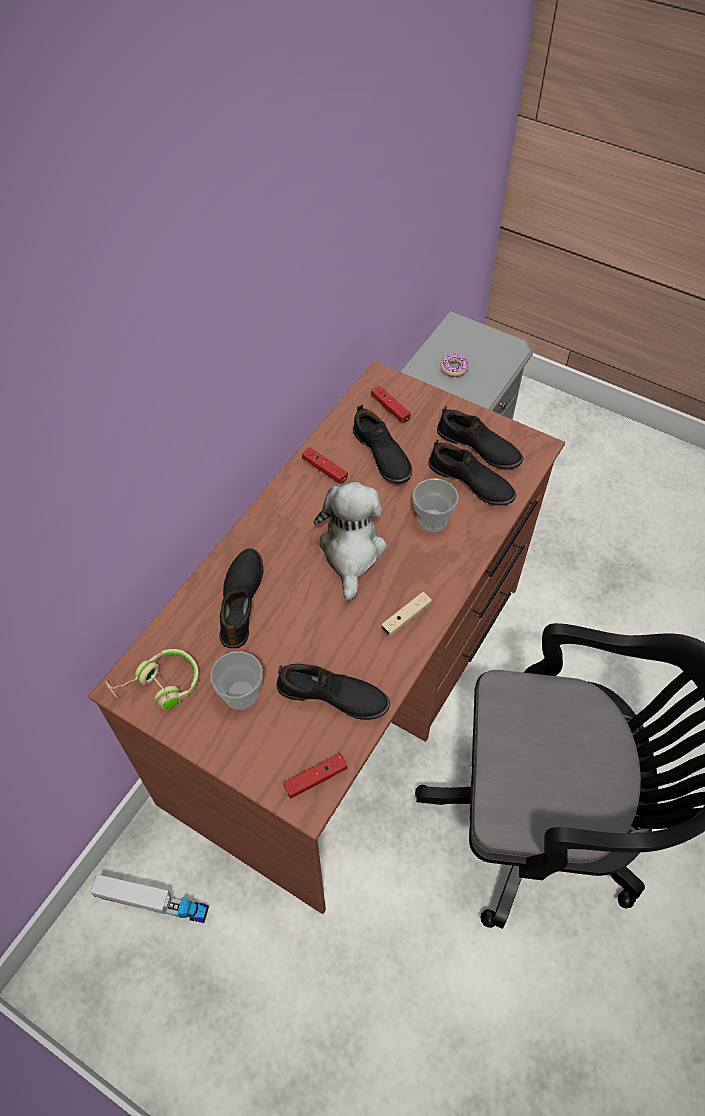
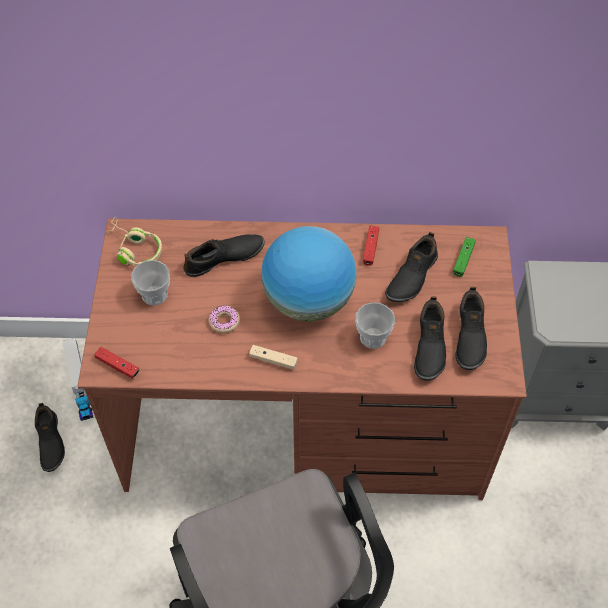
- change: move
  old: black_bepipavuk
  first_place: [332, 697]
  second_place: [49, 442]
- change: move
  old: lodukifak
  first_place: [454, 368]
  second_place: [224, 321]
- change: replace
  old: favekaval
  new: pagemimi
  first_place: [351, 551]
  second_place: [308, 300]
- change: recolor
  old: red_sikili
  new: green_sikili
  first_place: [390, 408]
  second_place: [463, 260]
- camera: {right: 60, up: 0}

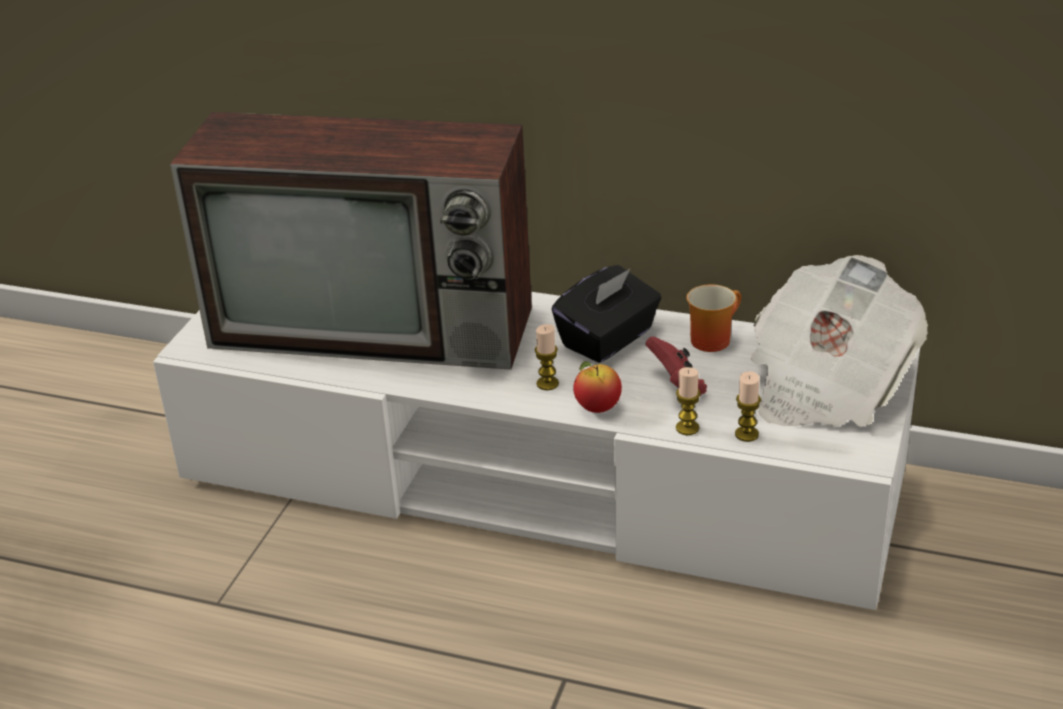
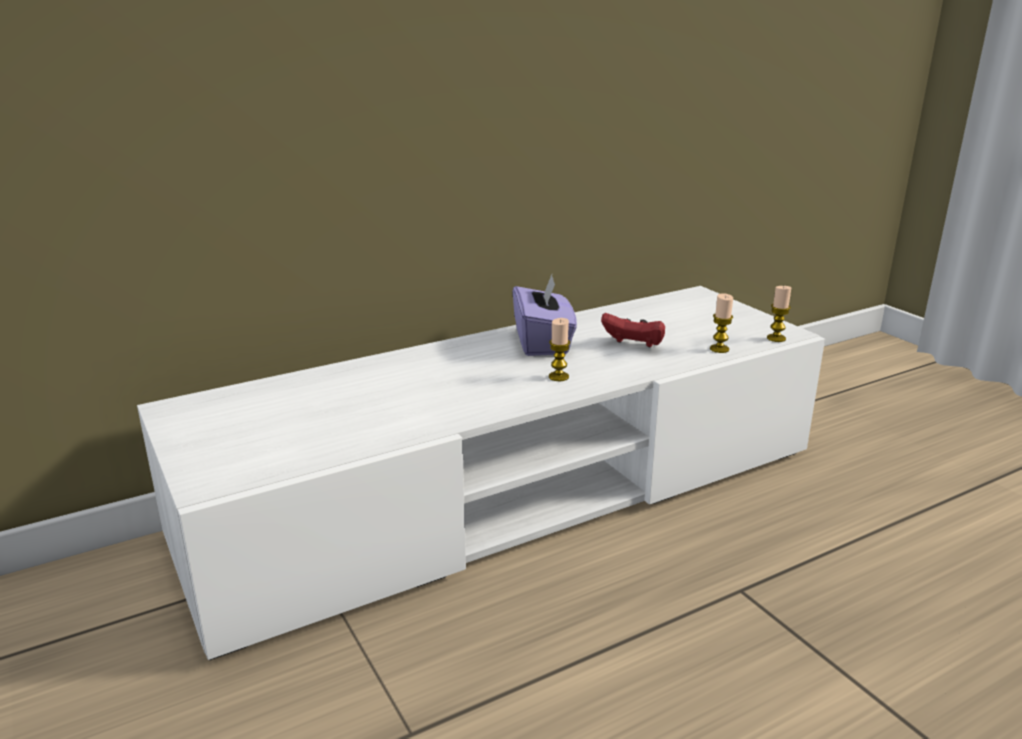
- change: delete
  old: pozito
  first_place: [378, 327]
- change: delete
  old: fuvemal
  first_place: [597, 408]
- change: delete
  old: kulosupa
  first_place: [711, 338]
- change: delete
  old: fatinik
  first_place: [826, 384]
- change: move
  old: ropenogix
  first_place: [687, 428]
  second_place: [776, 338]
- change: recolor
  old: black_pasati
  new: purple_pasati
  first_place: [608, 339]
  second_place: [543, 342]
- camera: {right: -50, up: -10}

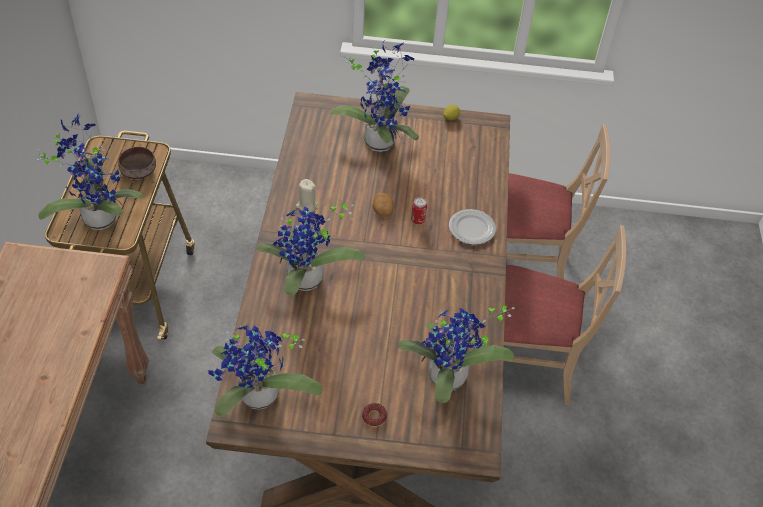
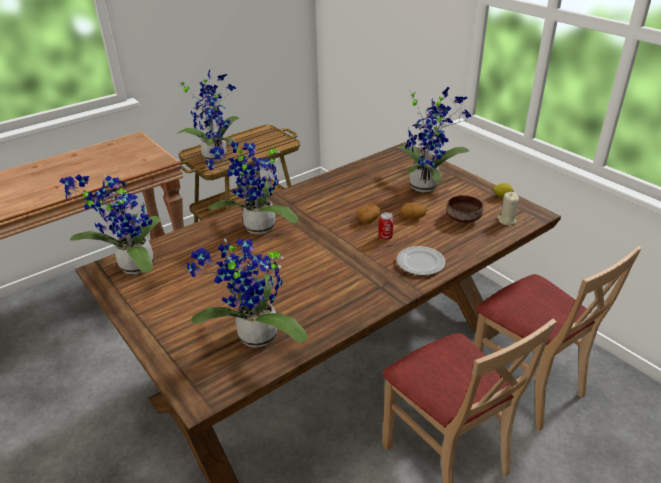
- change: delete
  old: lodukifak
  first_place: [374, 416]
- change: insert
  new: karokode
  second_place: [413, 216]
- change: move
  old: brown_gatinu
  first_place: [138, 170]
  second_place: [463, 217]
- change: move
  old: beige_ropenogix
  first_place: [306, 206]
  second_place: [506, 220]
- camera: {right: 50, up: -15}

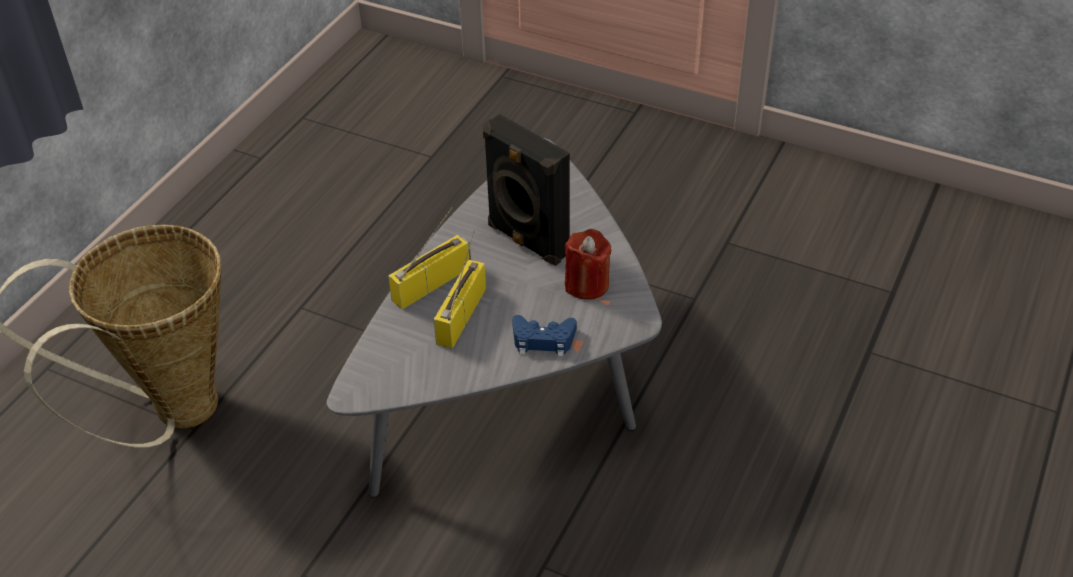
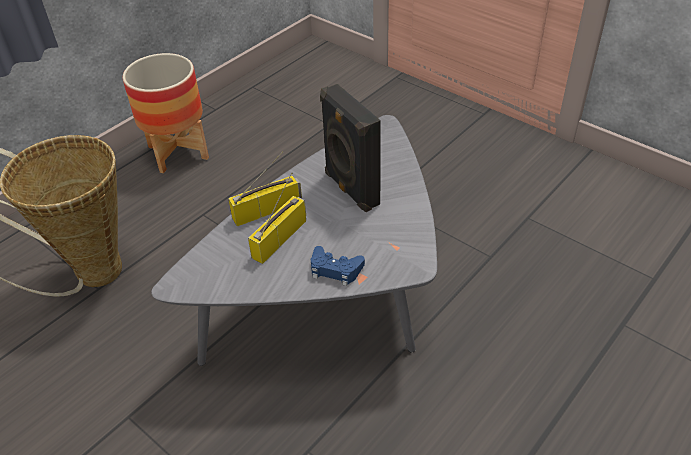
- change: delete
  old: red_ropenogix
  first_place: [586, 284]
- change: insert
  new: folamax
  second_place: [178, 152]
- camera: {right: 15, up: 0}

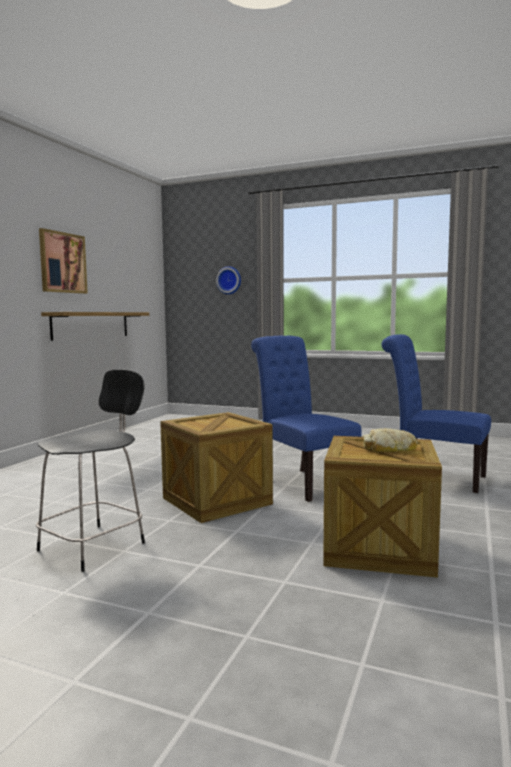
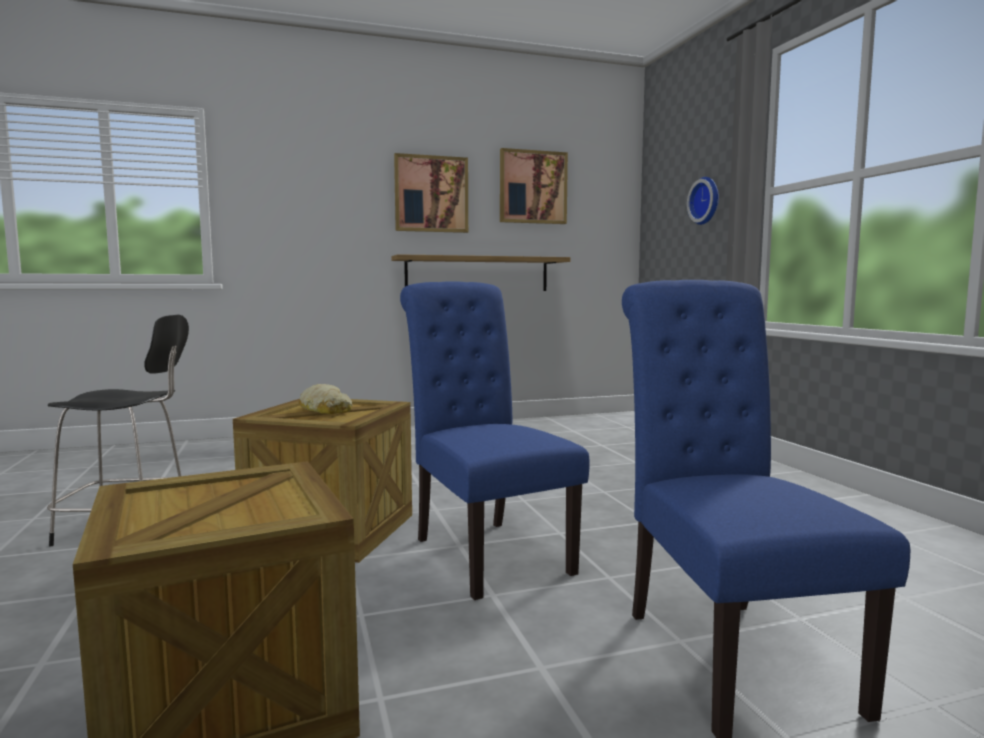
- change: insert
  new: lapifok
  second_place: [533, 187]
- change: move
  old: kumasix
  first_place: [389, 448]
  second_place: [326, 409]
- change: rotate
  old: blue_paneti
  first_place: [302, 482]
  second_place: [485, 551]
  degrees: -45
- camera: {right: 50, up: 0}

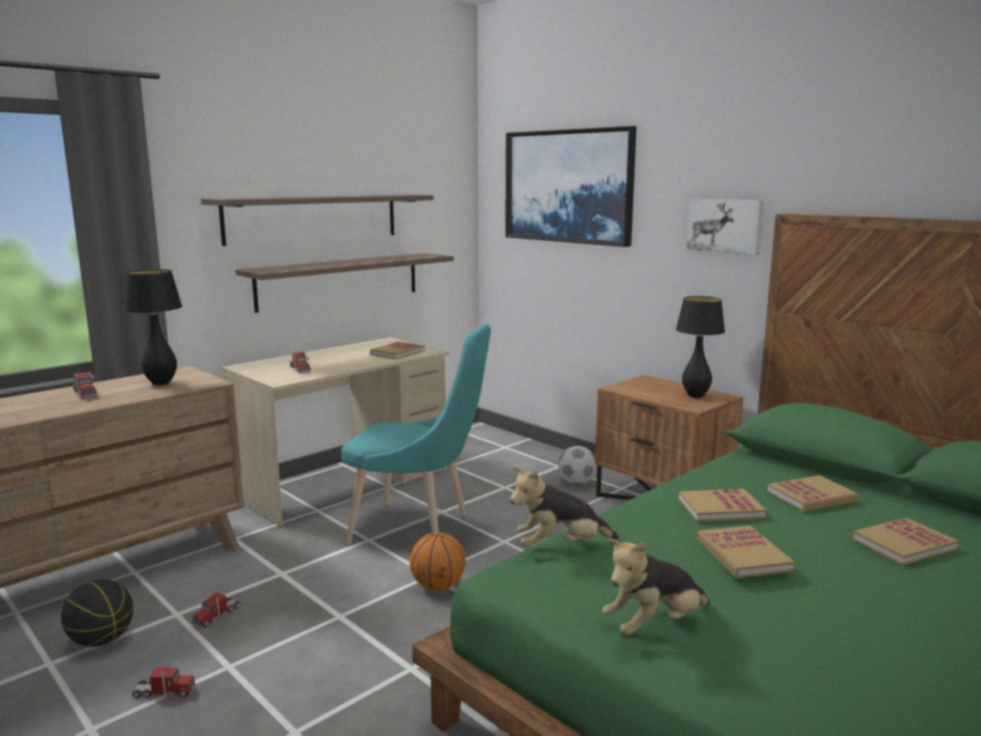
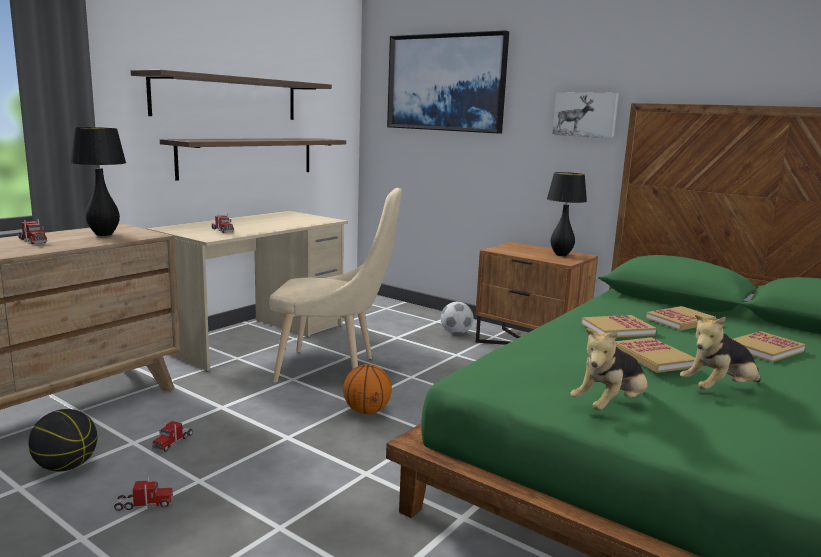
- change: delete
  old: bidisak
  first_place: [397, 353]
- change: move
  old: favekaval
  first_place: [560, 547]
  second_place: [719, 390]
- change: recolor
  old: turquoise_paneti
  new: beige_paneti
  first_place: [418, 529]
  second_place: [333, 370]
- camera: {right: -10, up: 0}

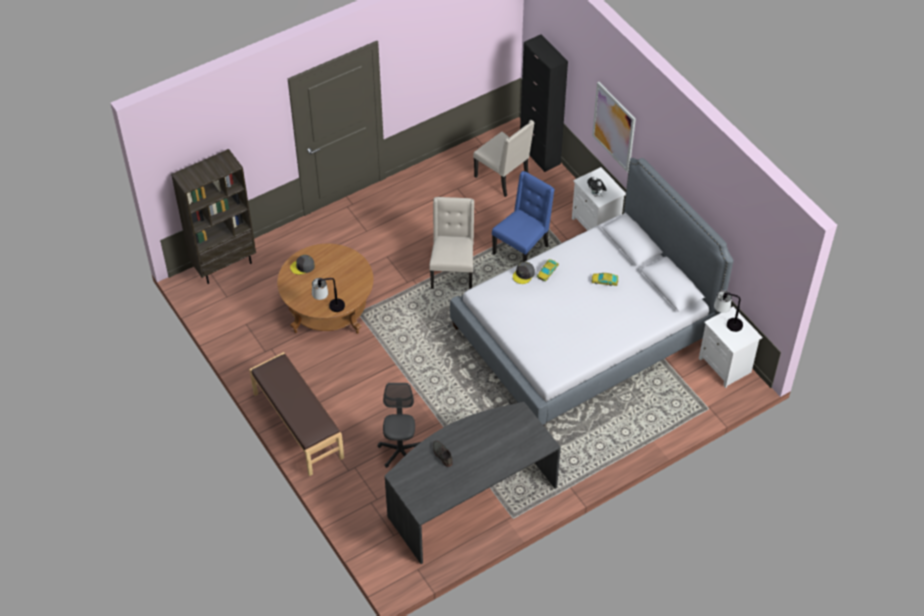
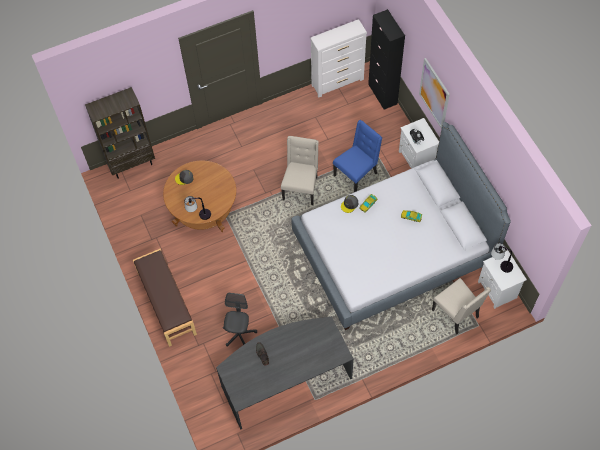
- change: insert
  new: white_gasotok
  second_place: [338, 82]
- change: move
  old: beige_paneti
  first_place: [503, 178]
  second_place: [456, 314]
- camera: {right: 10, up: 10}

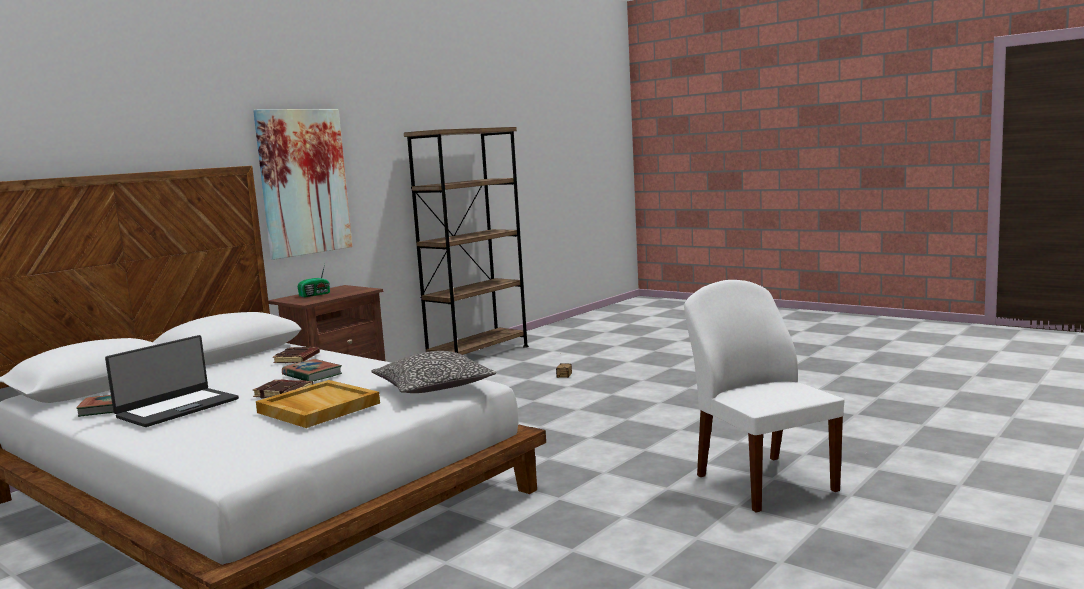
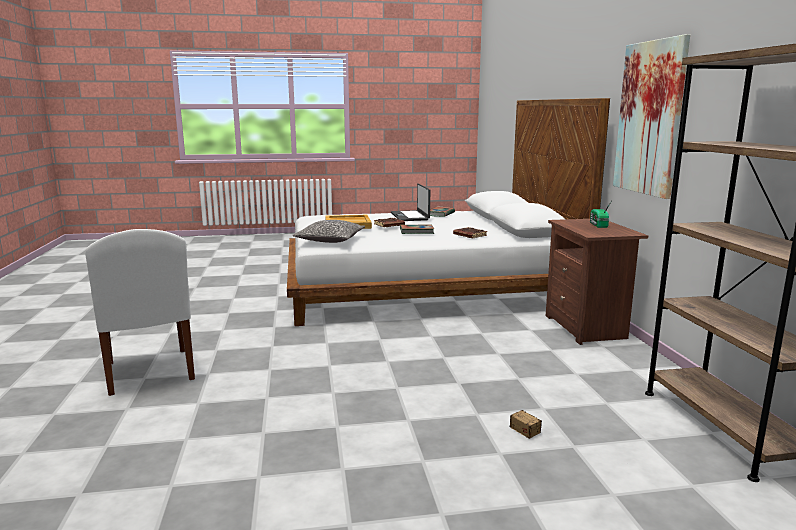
- change: rotate
  old: white_paneti
  first_place: [763, 482]
  second_place: [149, 373]
  degrees: 45
- camera: {right: 130, up: 5}

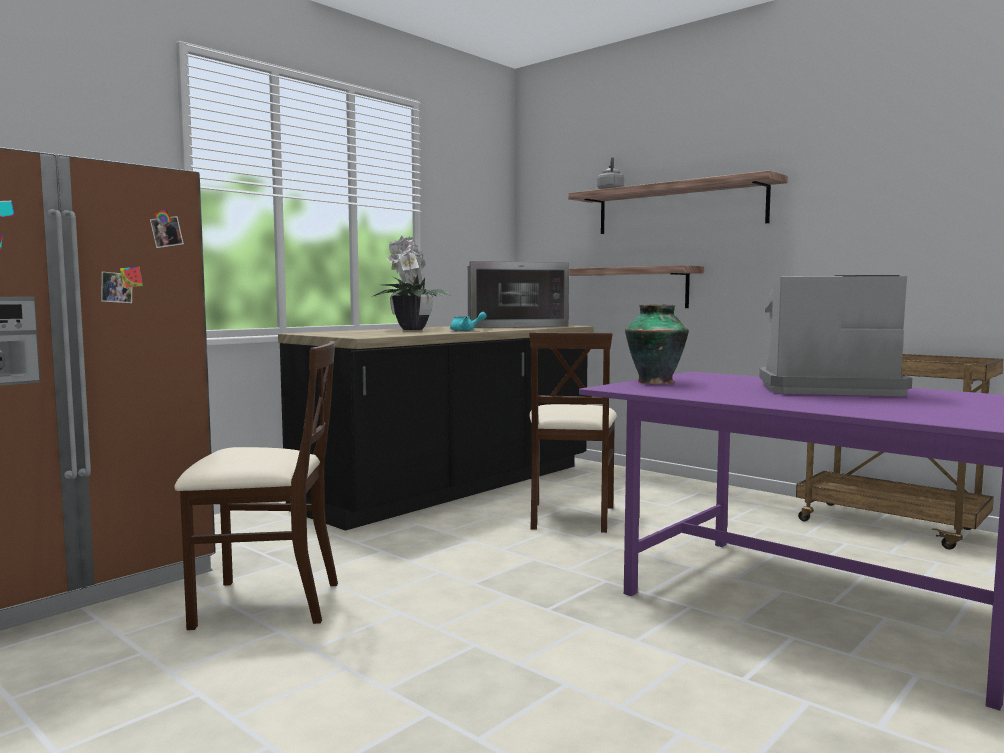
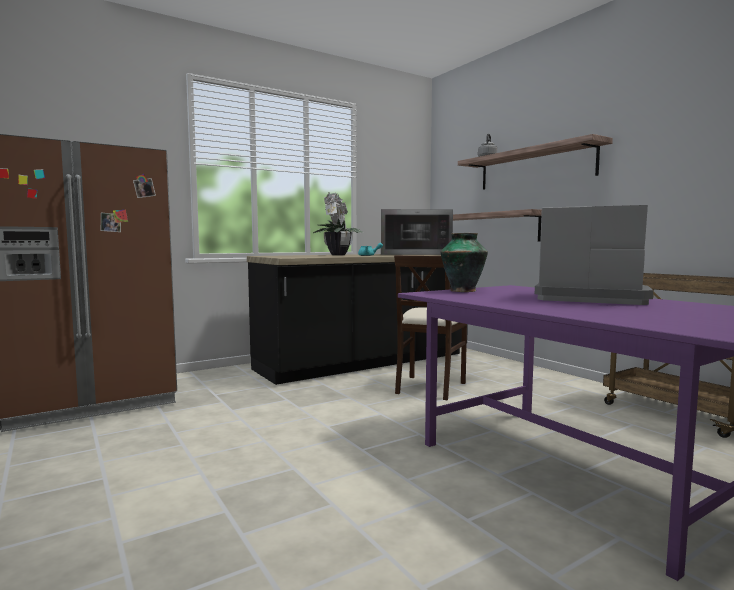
- change: delete
  old: beige_paneti
  first_place: [265, 603]
- camera: {right: 15, up: 0}

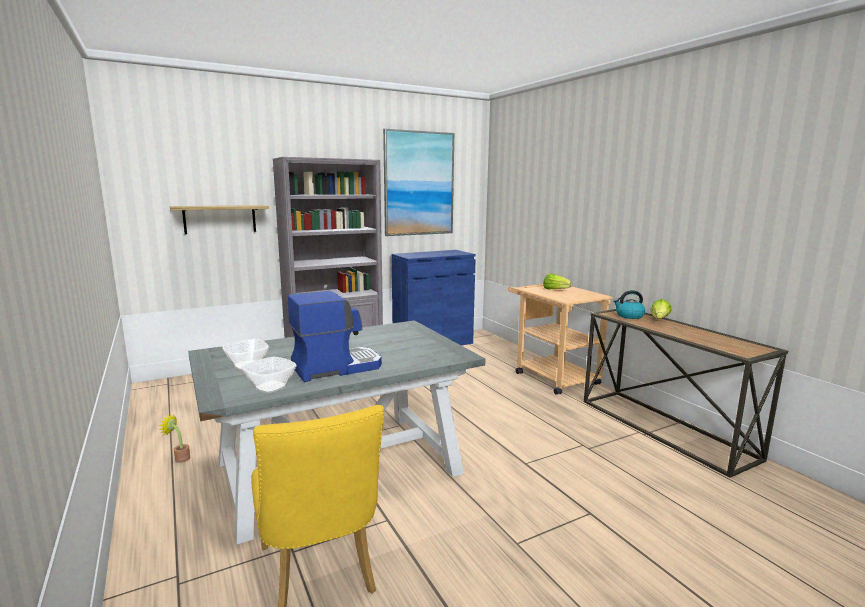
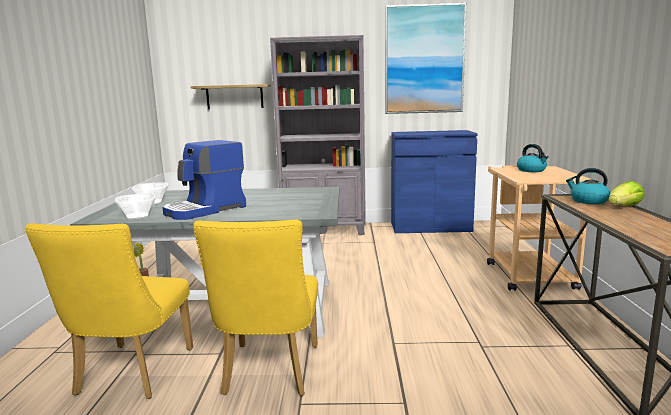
- change: insert
  new: yellow_paneti
  second_place: [269, 374]
- change: replace
  old: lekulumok
  new: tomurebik
  first_place: [555, 290]
  second_place: [532, 170]
- change: rotate
  old: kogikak
  first_place: [336, 367]
  second_place: [205, 210]
  degrees: 135
- camera: {right: 30, up: 0}

